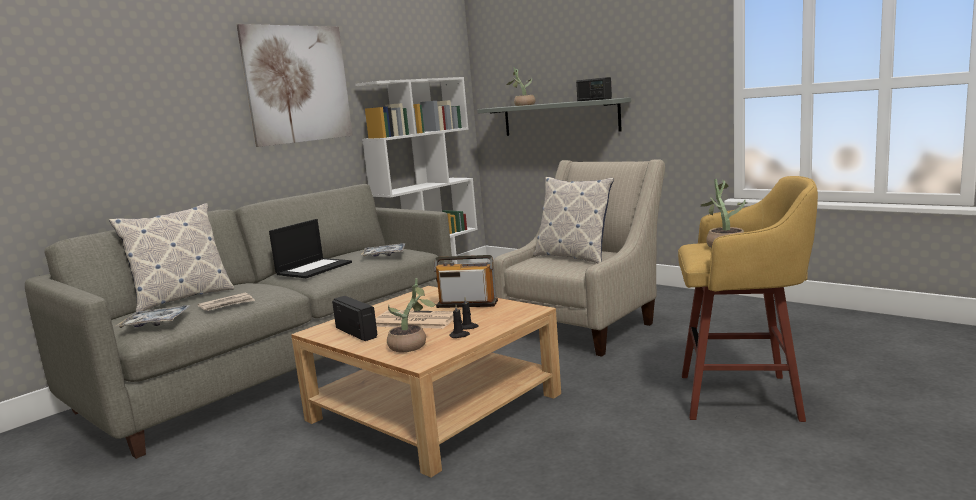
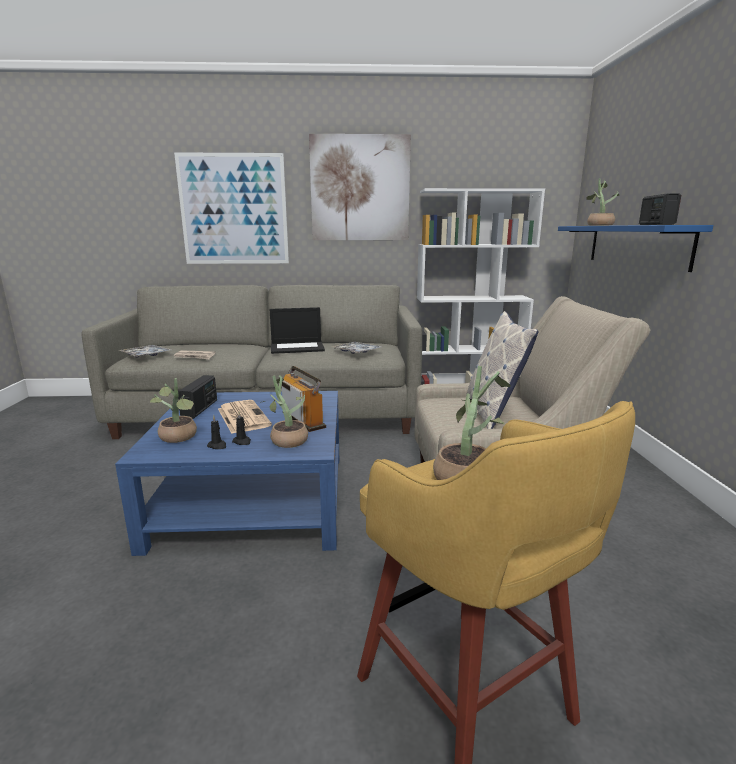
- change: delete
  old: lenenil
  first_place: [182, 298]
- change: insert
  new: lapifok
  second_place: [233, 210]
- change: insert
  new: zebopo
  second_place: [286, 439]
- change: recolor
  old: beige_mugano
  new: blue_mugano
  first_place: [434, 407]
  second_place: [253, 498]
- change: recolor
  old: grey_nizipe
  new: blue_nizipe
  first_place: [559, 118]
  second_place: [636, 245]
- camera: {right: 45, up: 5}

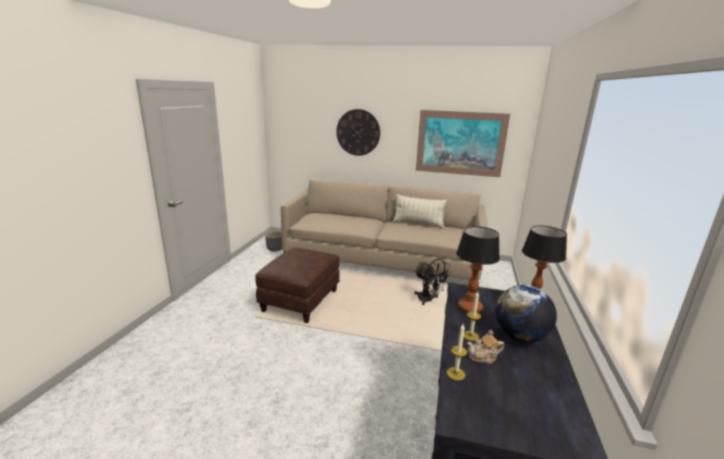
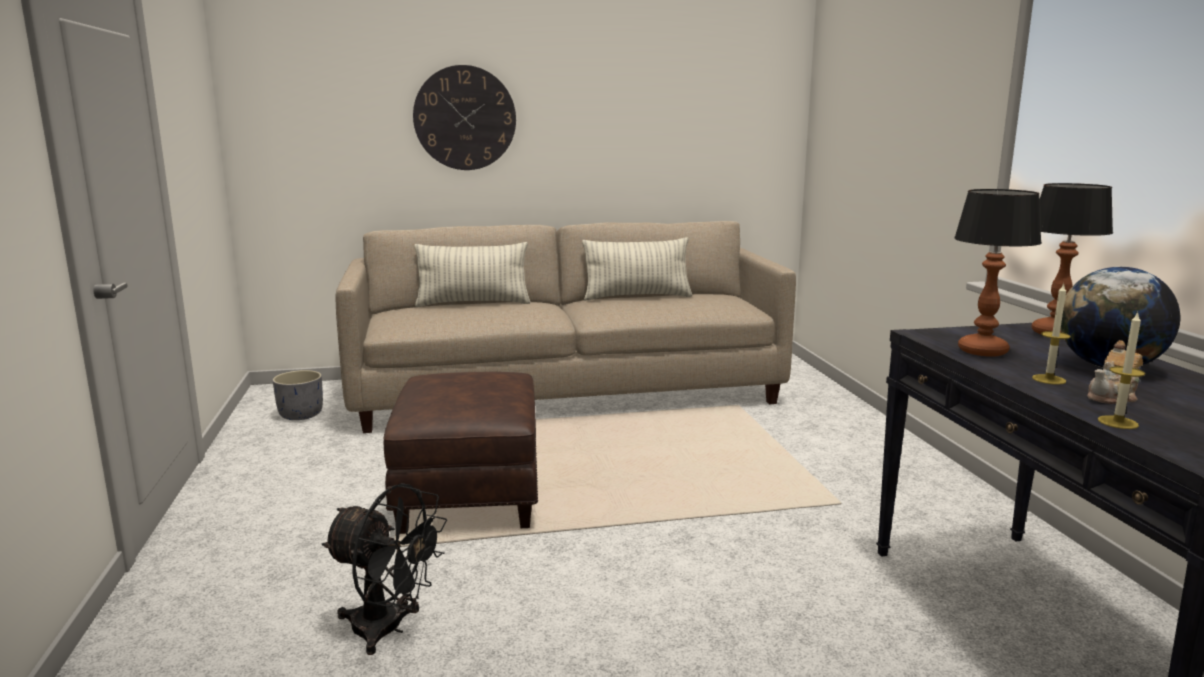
- change: delete
  old: lapifok
  first_place: [460, 143]
- change: insert
  new: lenenil
  second_place: [473, 303]
- change: move
  old: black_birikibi
  first_place: [428, 300]
  second_place: [389, 629]
- camera: {right: -25, up: -5}

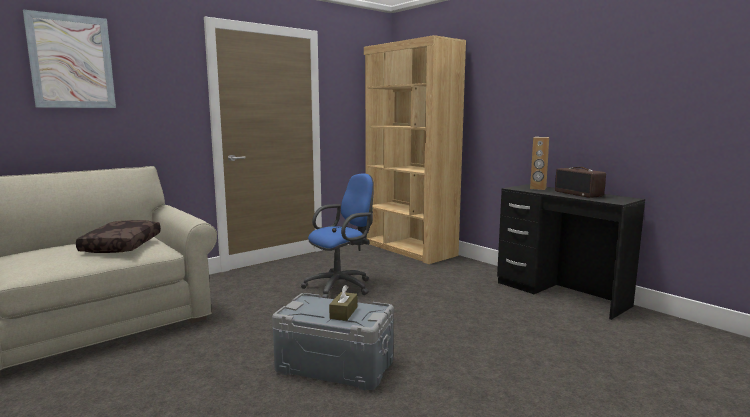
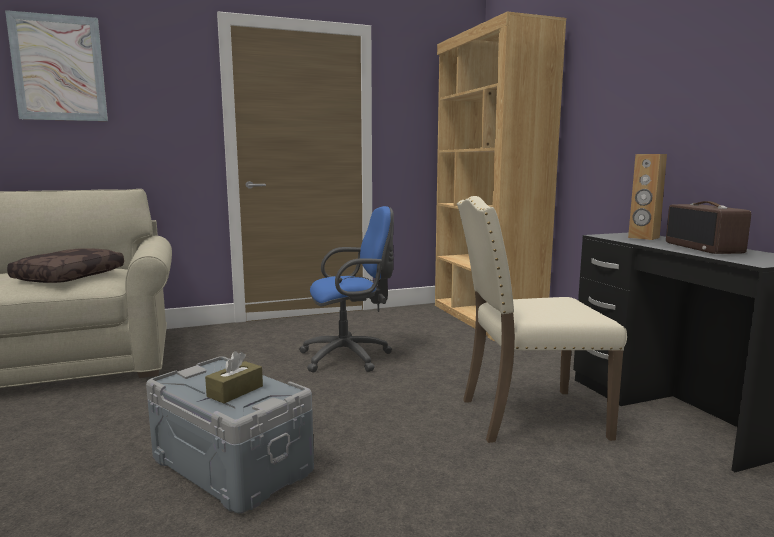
- change: insert
  new: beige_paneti
  second_place: [528, 416]
- camera: {right: 20, up: 0}

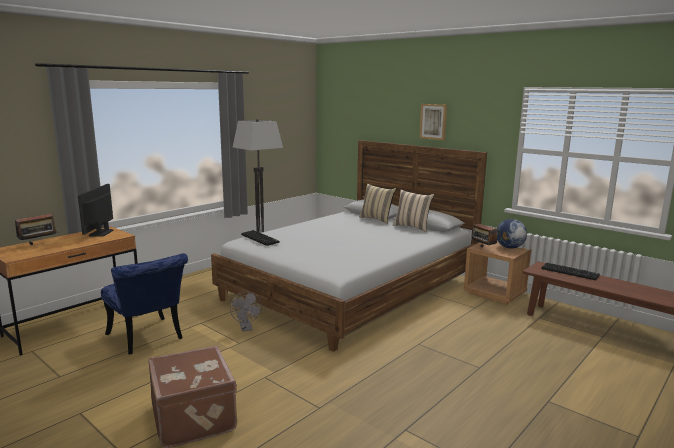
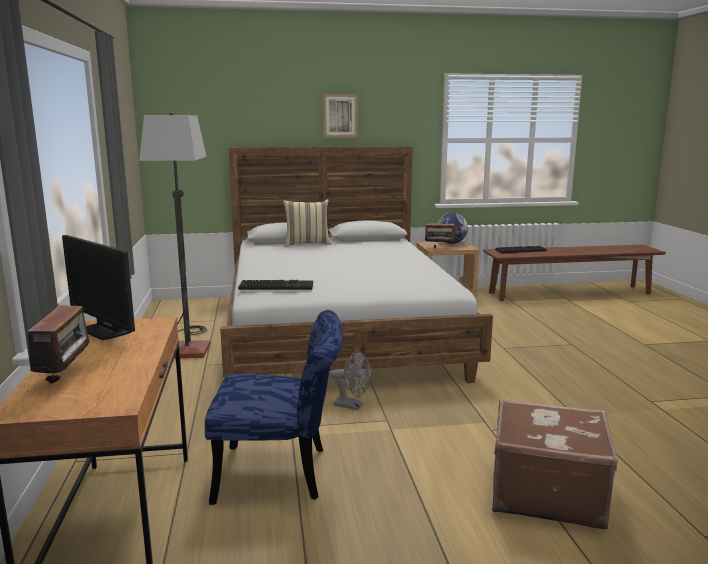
- change: delete
  old: beige_lenenil
  first_place: [412, 227]
- camera: {right: -50, up: 0}

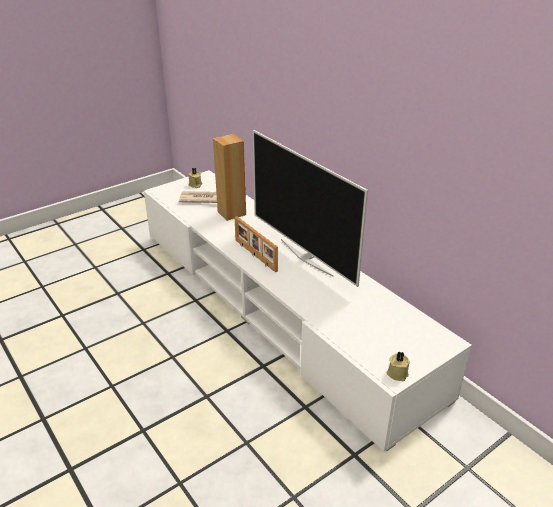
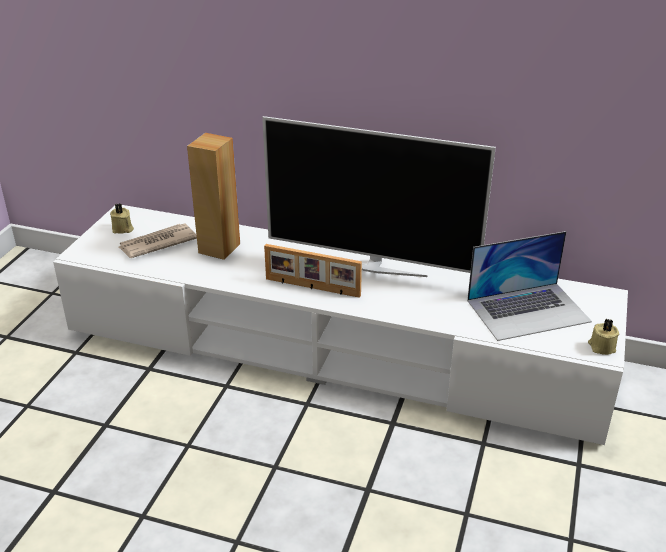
- change: insert
  new: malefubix
  second_place: [528, 310]
- camera: {right: -35, up: 0}

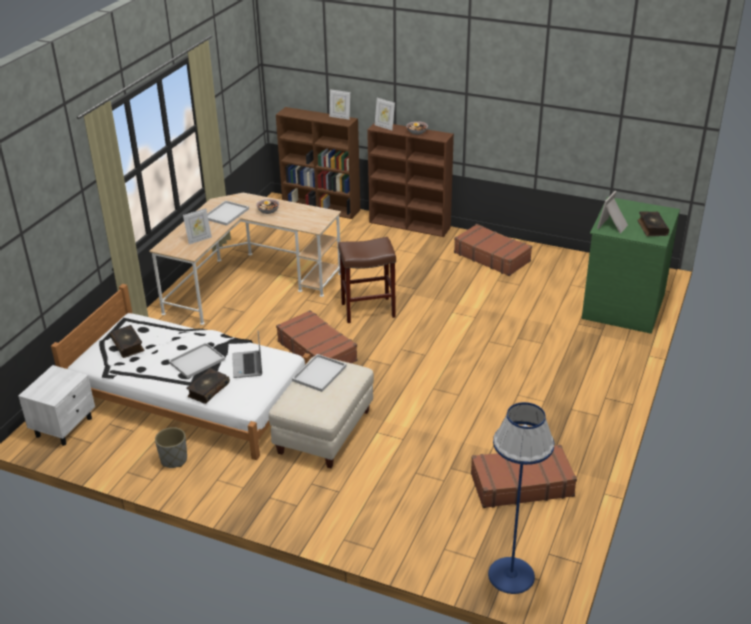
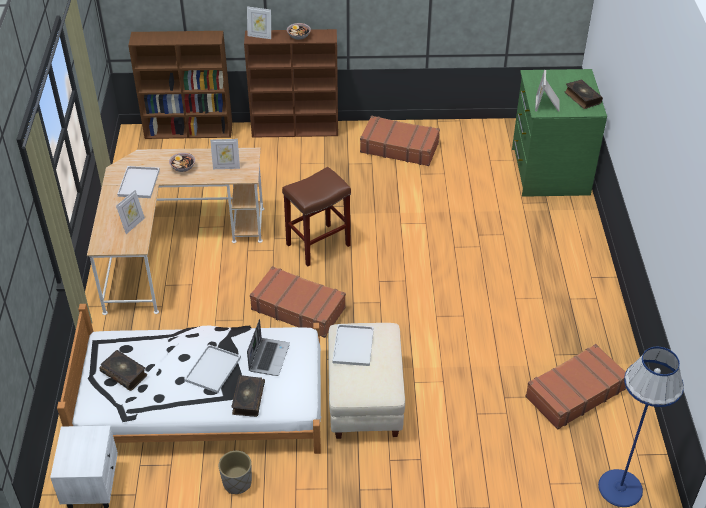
- change: move
  old: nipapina
  first_place: [340, 117]
  second_place: [226, 167]
- change: rotate
  old: malefubix
  first_place: [248, 365]
  second_place: [268, 357]
  degrees: -135
- camera: {right: -25, up: 10}

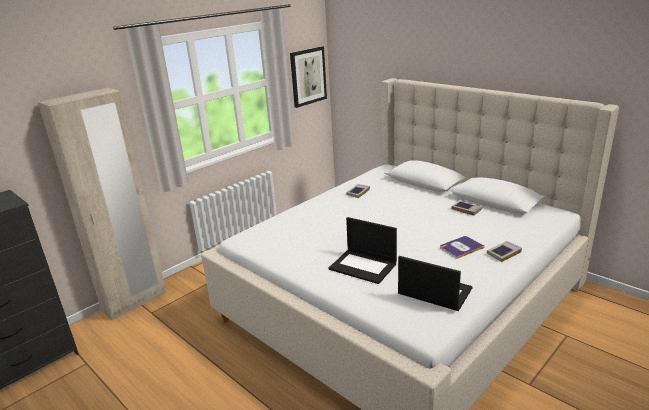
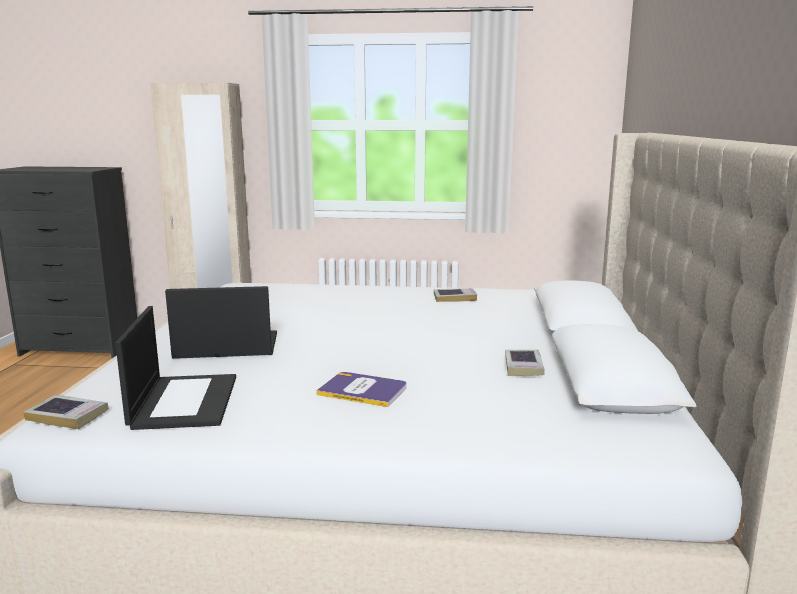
- change: delete
  old: lapifok
  first_place: [308, 76]
- change: move
  old: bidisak
  first_place: [503, 253]
  second_place: [67, 416]
- change: rotate
  old: malefubix
  first_place: [363, 266]
  second_place: [225, 346]
  degrees: 90
- camera: {right: 50, up: -10}

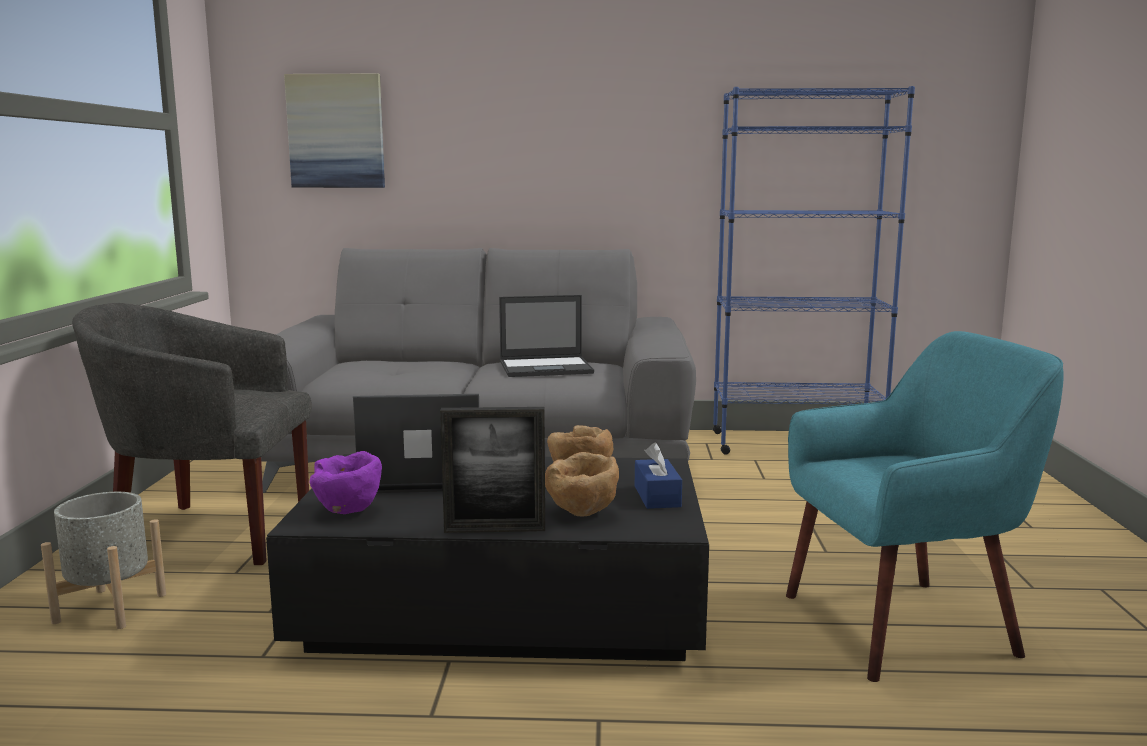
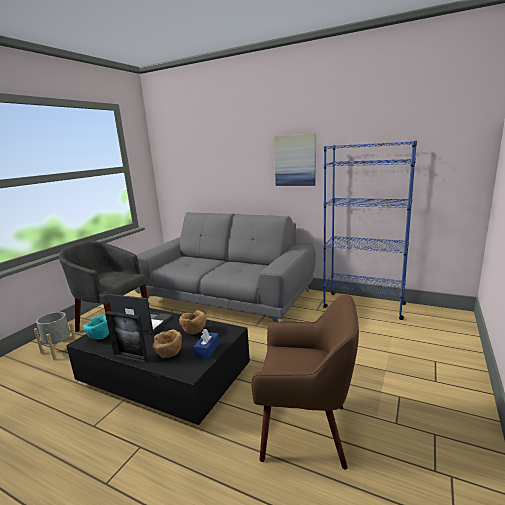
- change: delete
  old: malefubix
  first_place: [547, 368]
- change: move
  old: lapifok
  first_place: [336, 131]
  second_place: [295, 160]
- change: recolor
  old: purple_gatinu
  new: turquoise_gatinu
  first_place: [348, 511]
  second_place: [100, 337]
- change: recolor
  old: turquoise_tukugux
  new: brown_tukugux
  first_place: [902, 625]
  second_place: [306, 430]
- camera: {right: 25, up: 5}

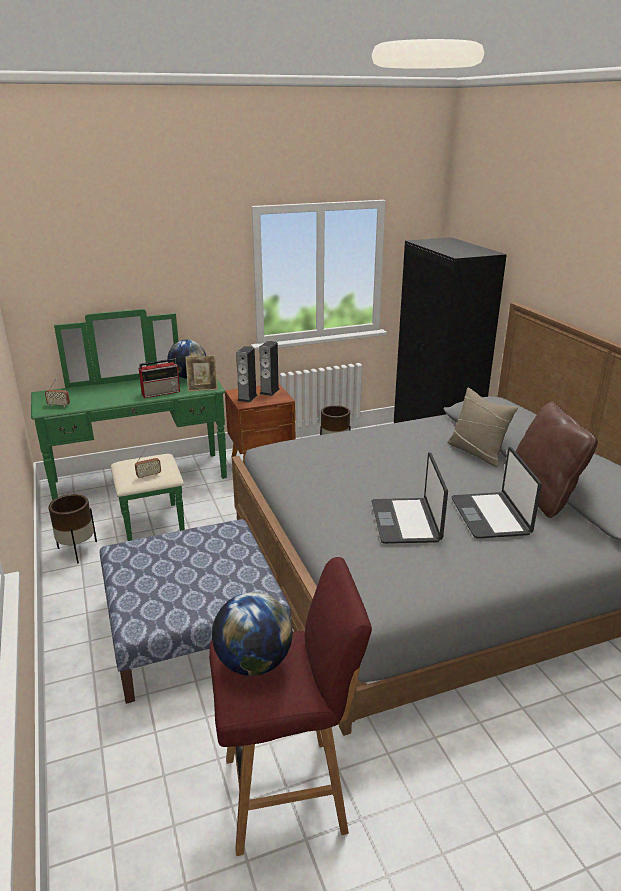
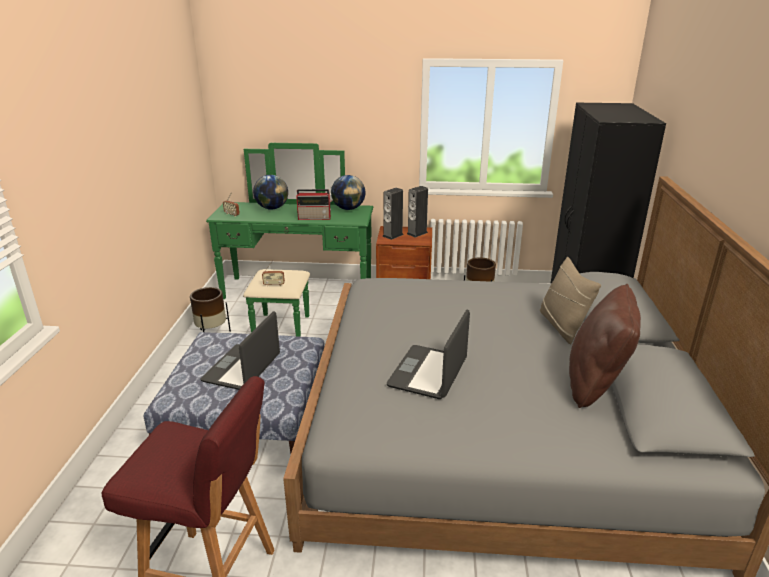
- change: delete
  old: nipapina
  first_place: [202, 388]
- change: move
  old: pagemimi
  first_place: [253, 663]
  second_place: [272, 208]
- change: move
  old: malefubix
  first_place: [491, 516]
  second_place: [243, 368]
- camera: {right: 25, up: 0}

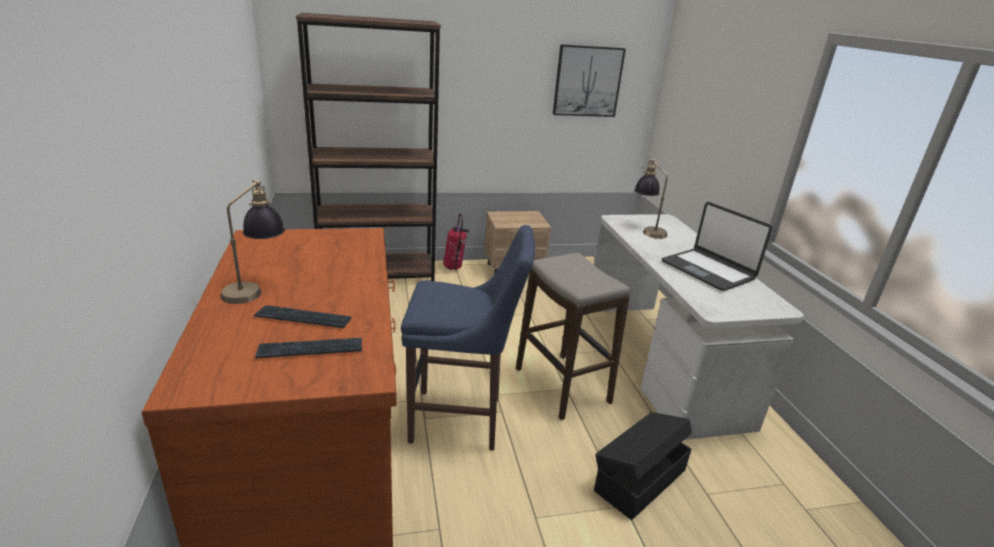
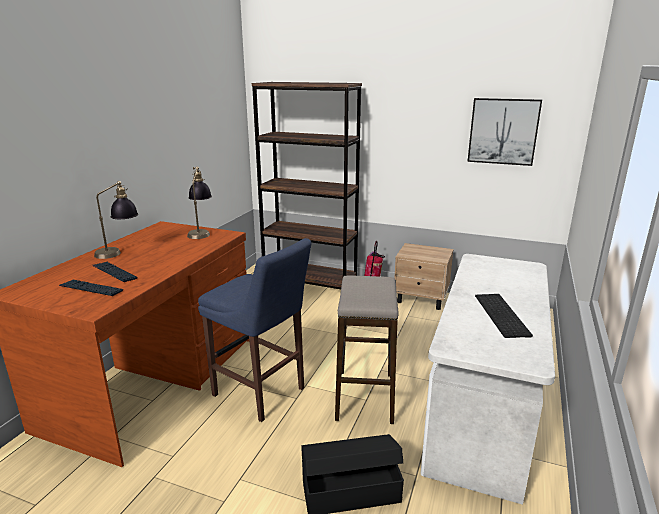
- change: move
  old: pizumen
  first_place: [647, 230]
  second_place: [201, 232]
- change: replace
  old: malefubix
  new: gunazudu
  first_place: [708, 270]
  second_place: [503, 315]
- camera: {right: 35, up: -5}

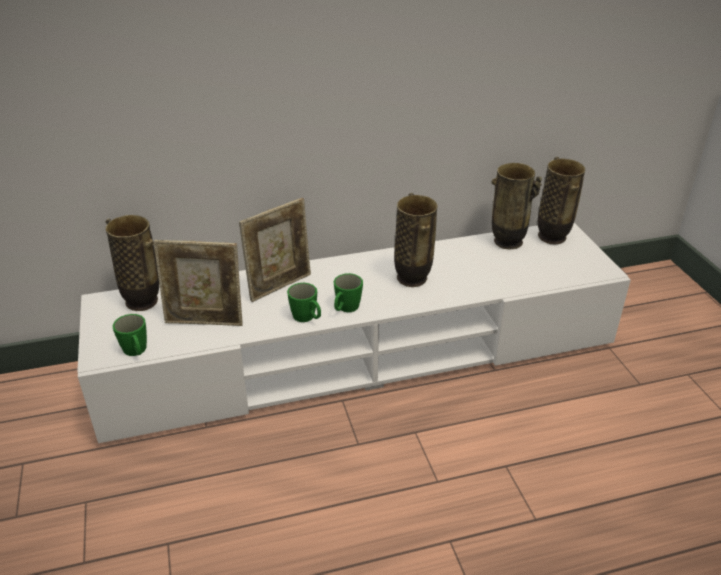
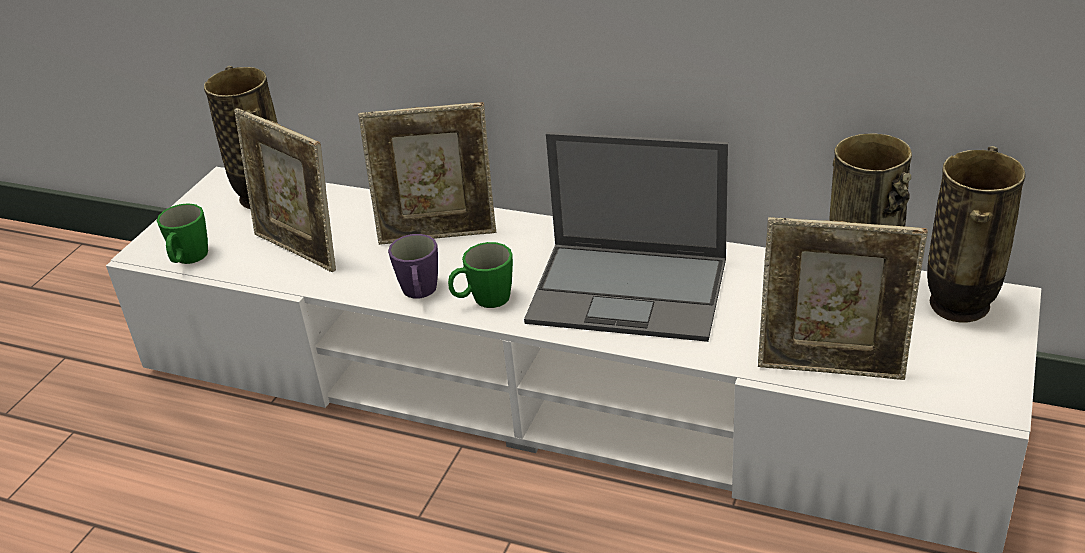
- change: insert
  new: nipapina
  second_place: [832, 368]
- change: replace
  old: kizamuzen
  new: malefubix
  first_place: [412, 278]
  second_place: [630, 291]
- change: recolor
  old: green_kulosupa
  new: purple_kulosupa
  first_place: [307, 318]
  second_place: [420, 293]
- camera: {right: 40, up: 0}

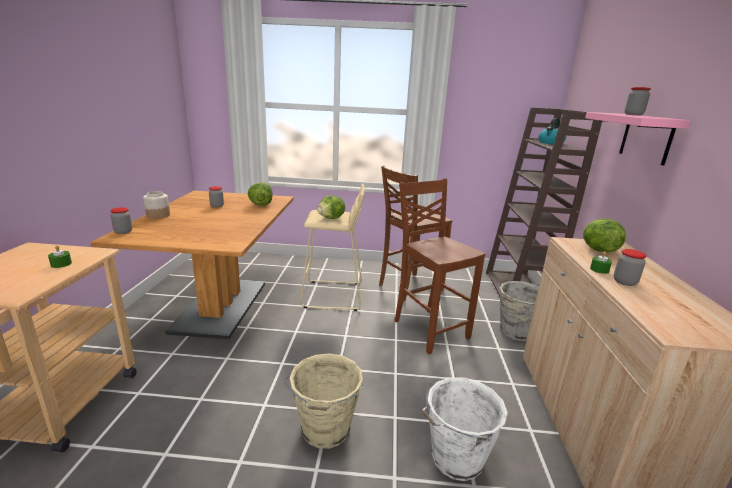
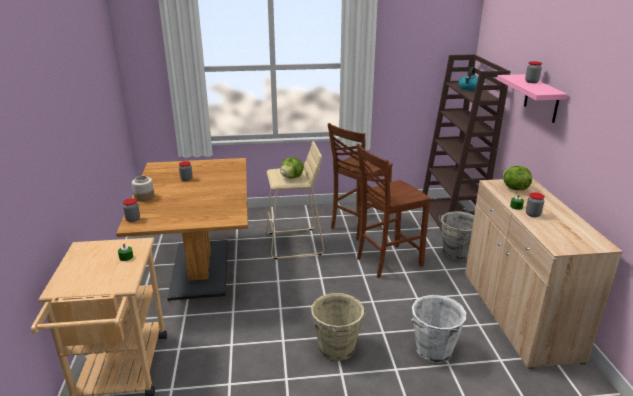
- change: delete
  old: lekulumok
  first_place: [261, 204]
- change: rotate
  old: brown_paneti
  first_place: [429, 329]
  second_place: [387, 261]
  degrees: -75
- camera: {right: -10, up: 5}

